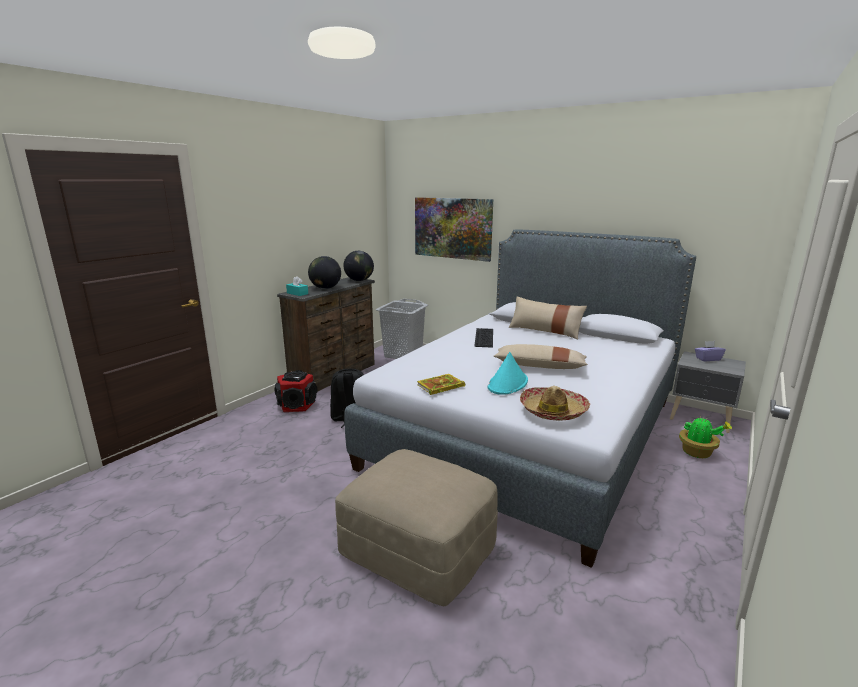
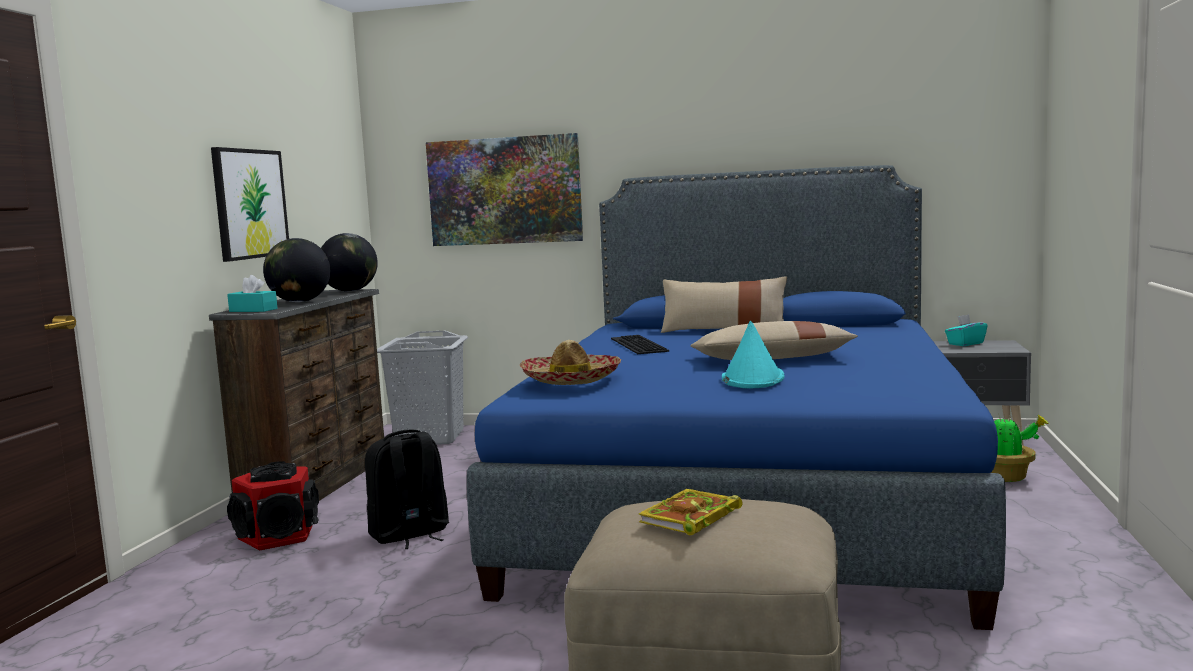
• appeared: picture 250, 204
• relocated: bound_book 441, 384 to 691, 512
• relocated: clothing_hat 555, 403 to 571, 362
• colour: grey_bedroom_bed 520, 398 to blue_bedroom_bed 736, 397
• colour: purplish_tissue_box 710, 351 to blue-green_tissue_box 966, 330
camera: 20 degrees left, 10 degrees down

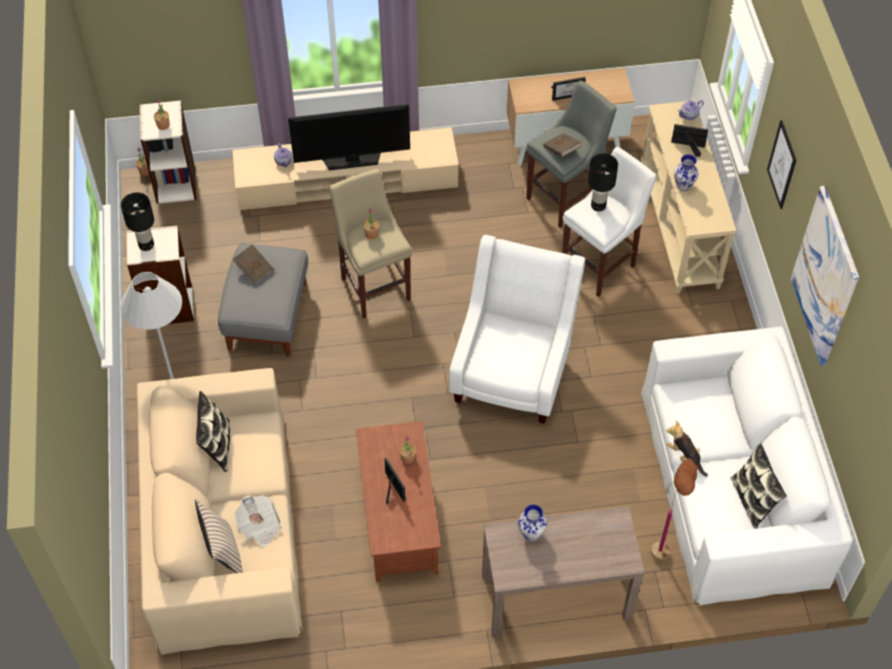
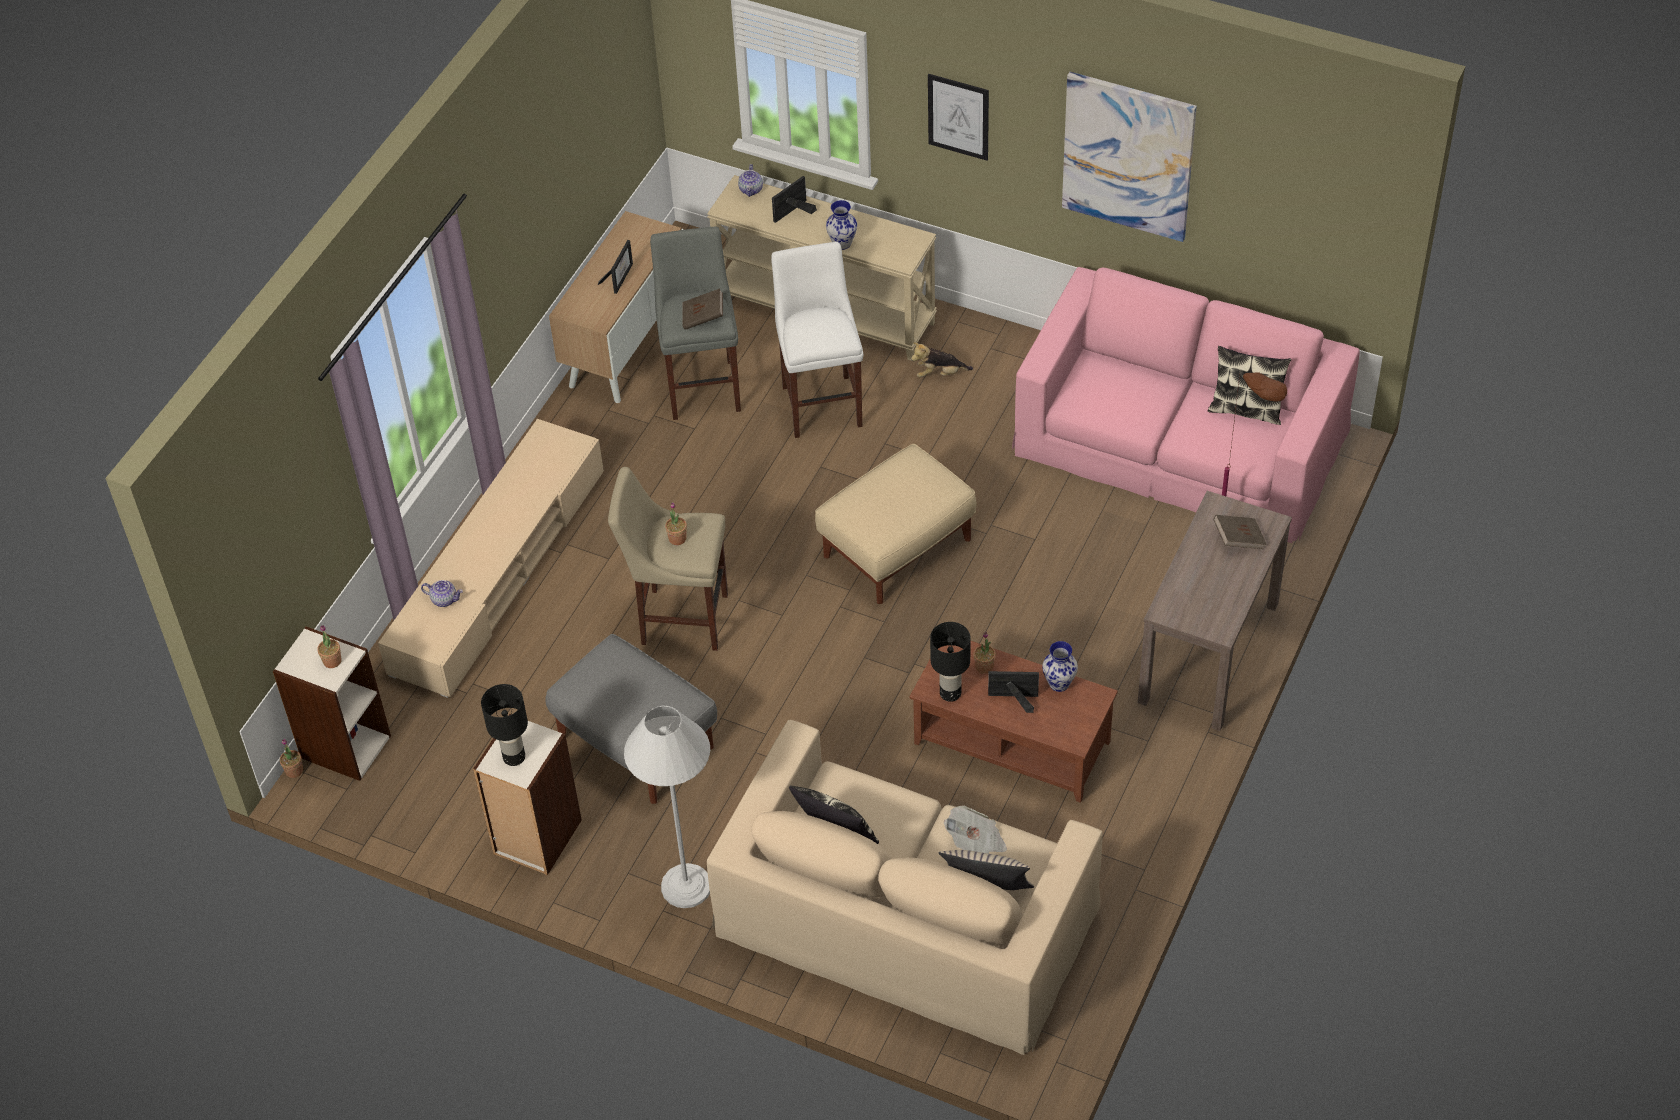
• missing: TV_set 349, 137
• relocated: brown_bound_book 253, 264 to 1240, 532
• relocated: vase 532, 522 to 1060, 666
• relocated: black_table_lamp 603, 182 to 950, 662
• relocated: plush_toy 687, 449 to 942, 359
• exchanged: white_lounge_chair 517, 329 to beige-coloured_footrest 895, 524
• colour: white_settee 747, 466 to pink_settee 1186, 405
camera: 55 degrees left, 5 degrees down

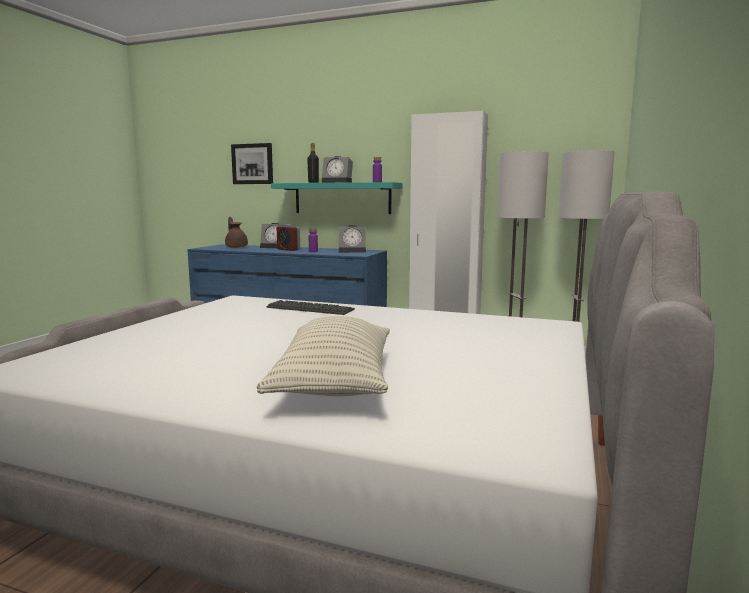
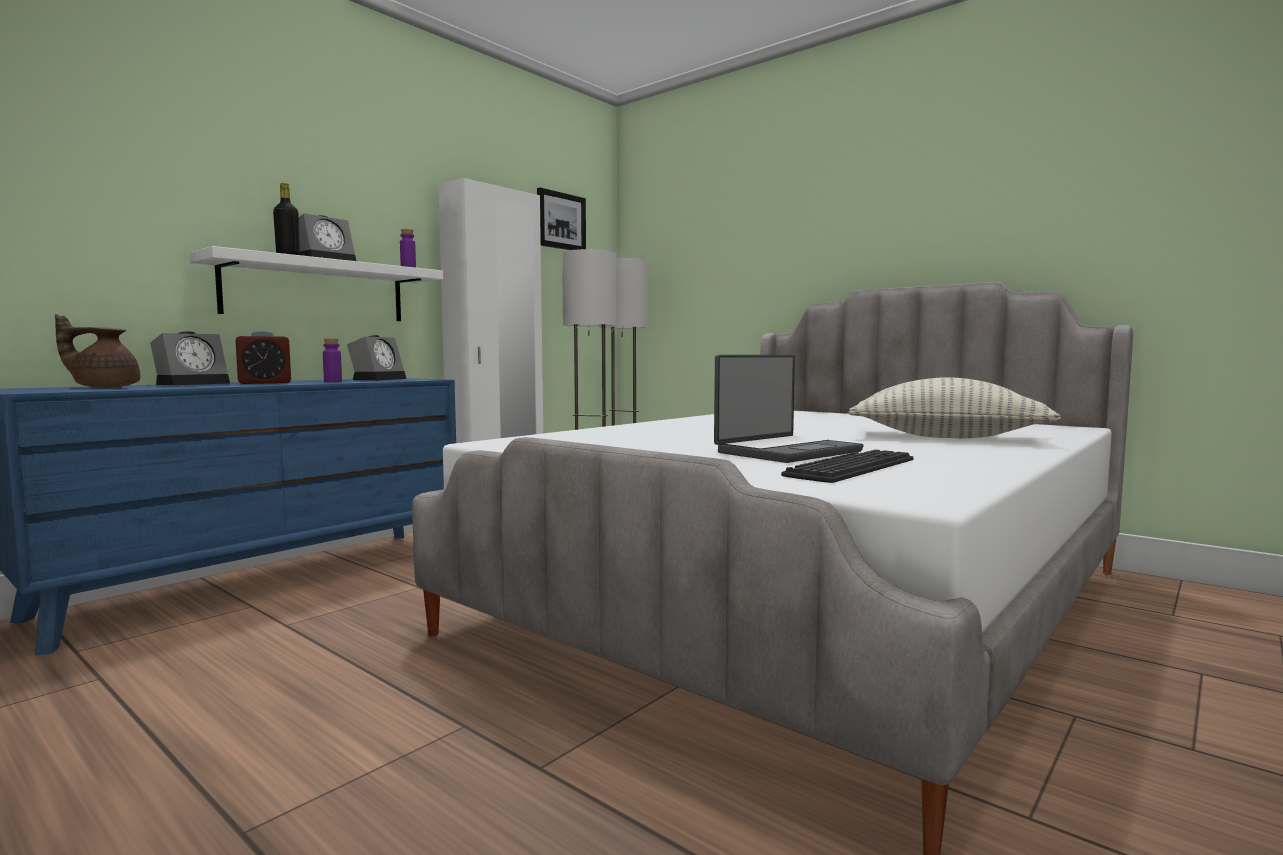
• appeared: portable_computer 789, 409
• relocated: picture 252, 163 to 561, 218
• relocated: computer_keyboard 311, 307 to 847, 466
• colour: blue-green_shelf 337, 198 to white_shelf 316, 283
camera: 70 degrees left, 5 degrees down

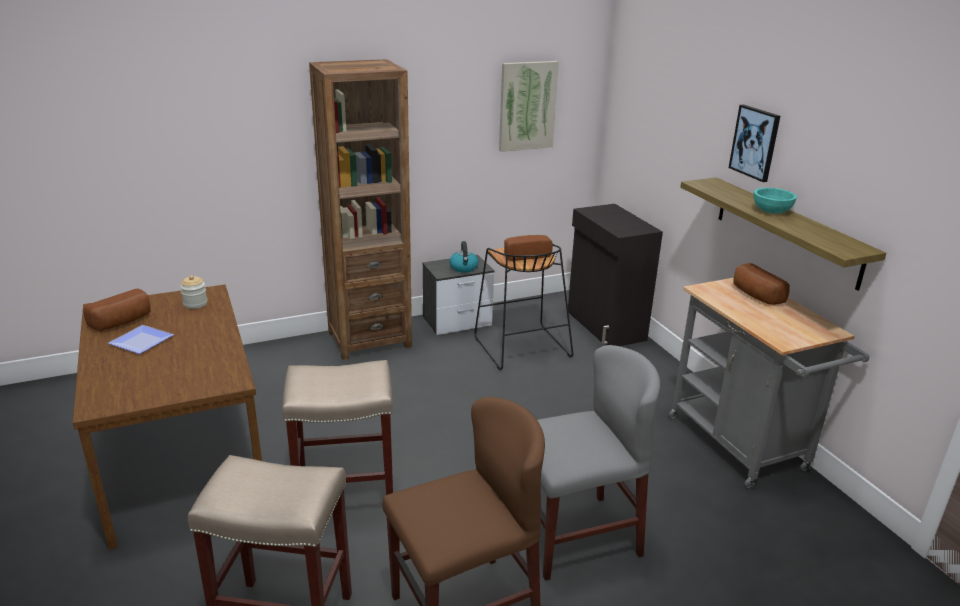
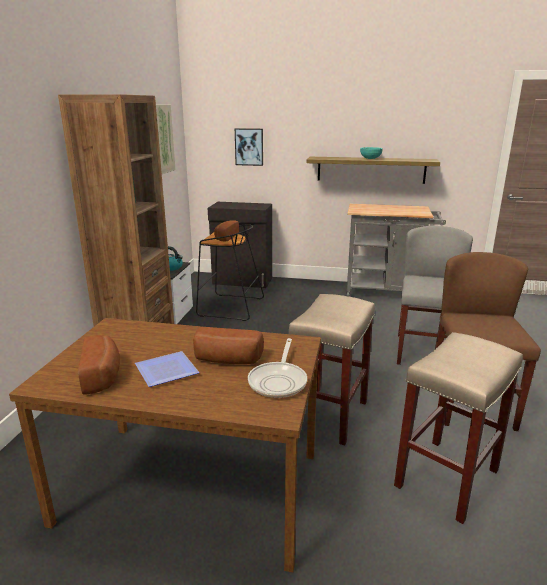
• missing: preserve_jar 193, 292
• appeared: pan 277, 368
• relocated: picture 754, 143 to 249, 147
• relocated: bread 761, 284 to 228, 345
camera: 55 degrees left, 5 degrees down

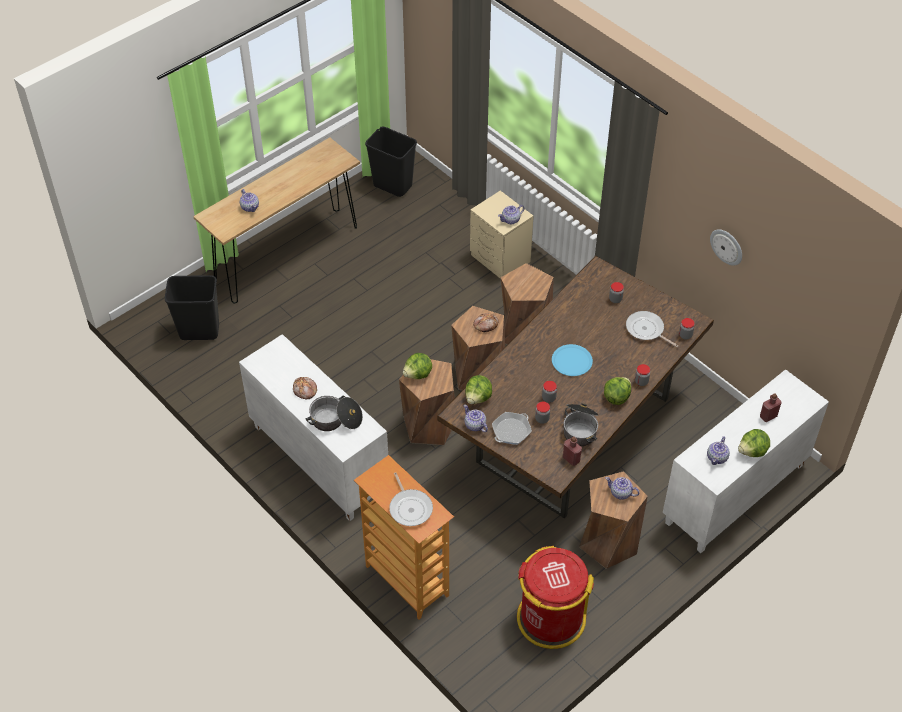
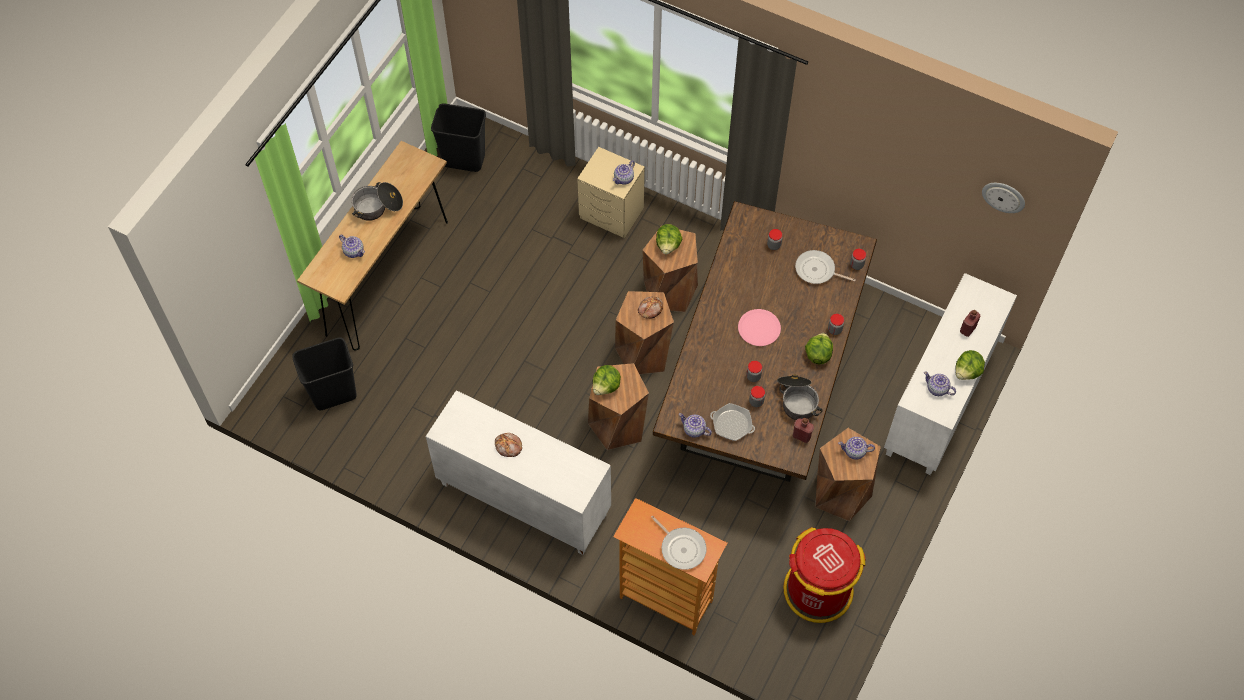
• relocated: stockpot 334, 413 to 377, 201
• relocated: head_of_lettuce 478, 389 to 669, 239
• relocated: wall_clock 726, 247 to 1003, 198
• colour: blue_flat_dish 572, 360 to pink_flat_dish 759, 327
• spun: pan 512, 428 = 732, 422 90 degrees counterclockwise
• spun: tea_pot 718, 450 = 940, 383 120 degrees clockwise
camera: 20 degrees left, 10 degrees up

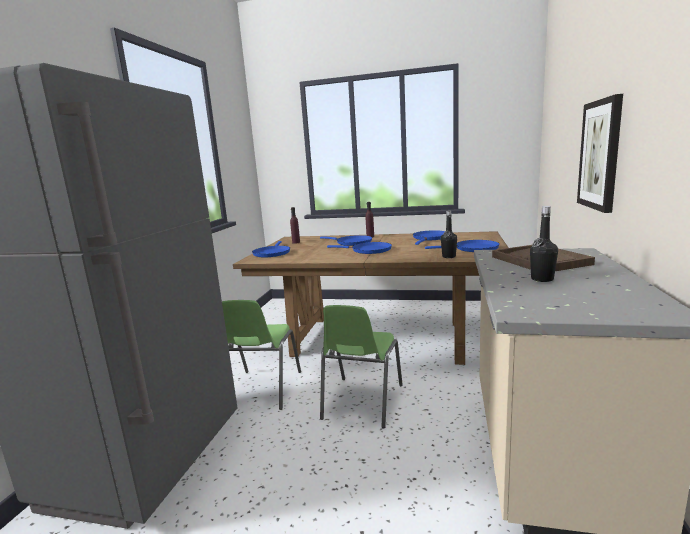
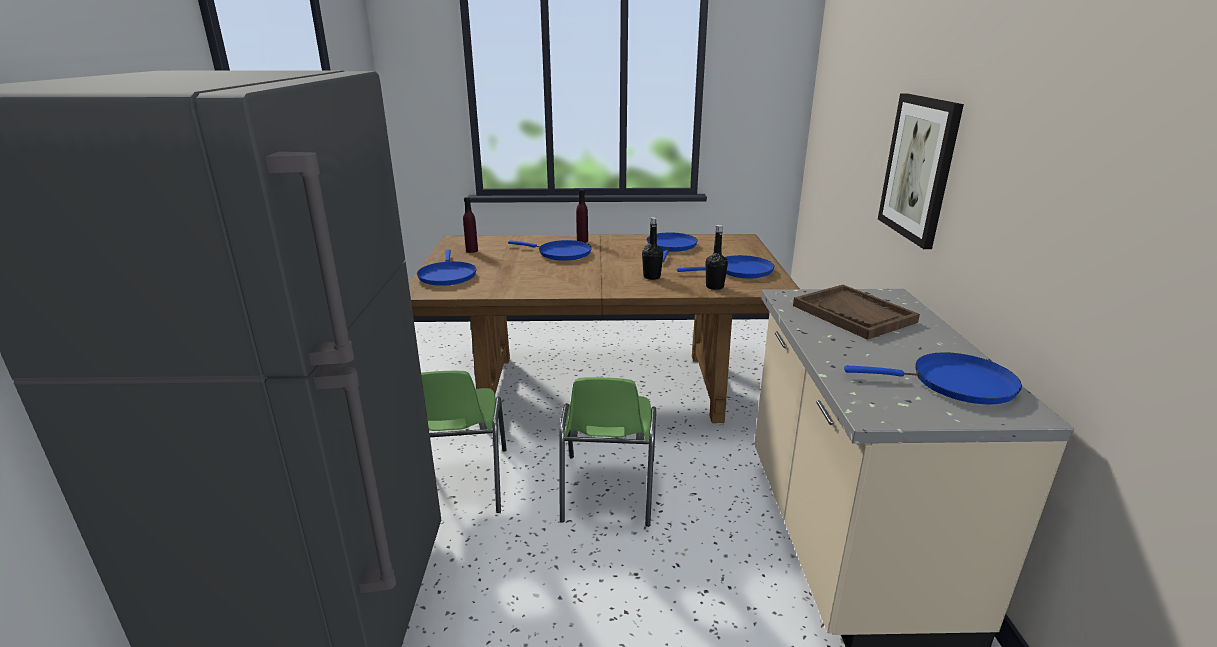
• relocated: blue_pan 359, 248 to 933, 378
• relocated: black_beverage_bottle 544, 244 to 652, 248
camera: 15 degrees left, 10 degrees up

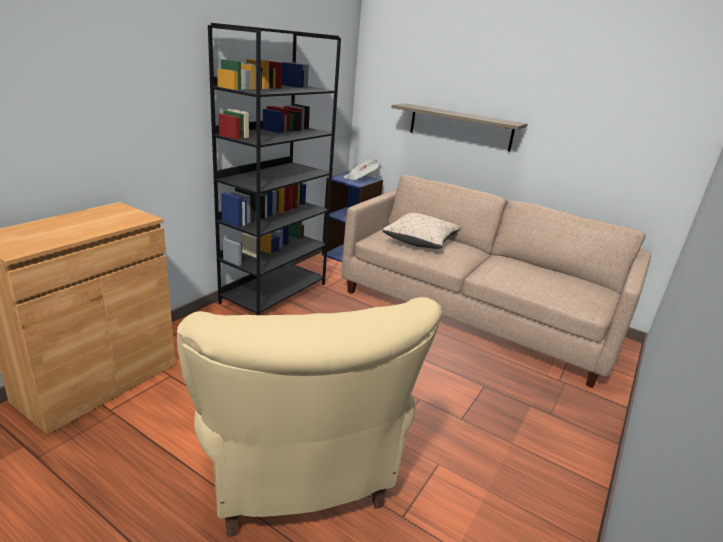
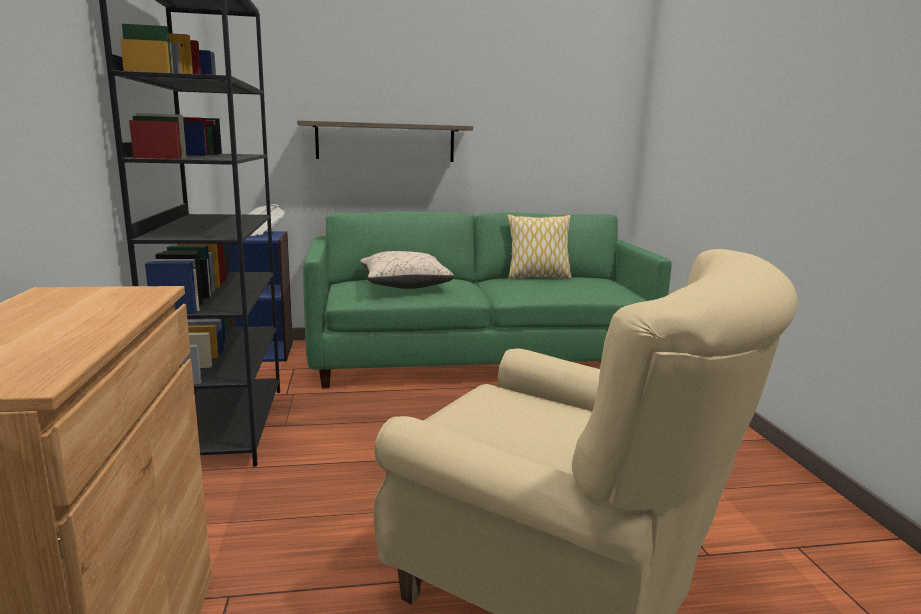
• appeared: throw_pillow 539, 247
• colour: beige-coloured_settee 496, 281 to greenish_settee 487, 300
camera: 40 degrees left, 10 degrees down

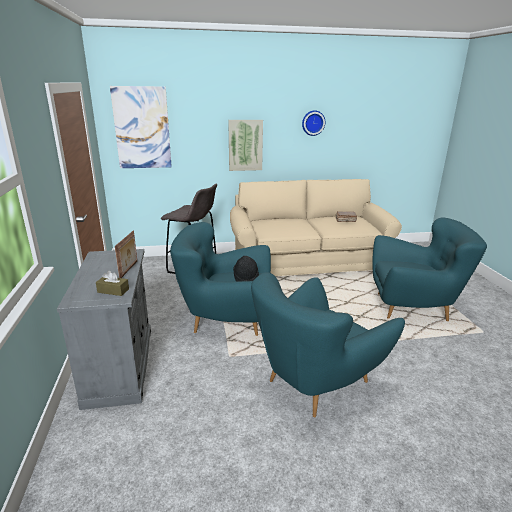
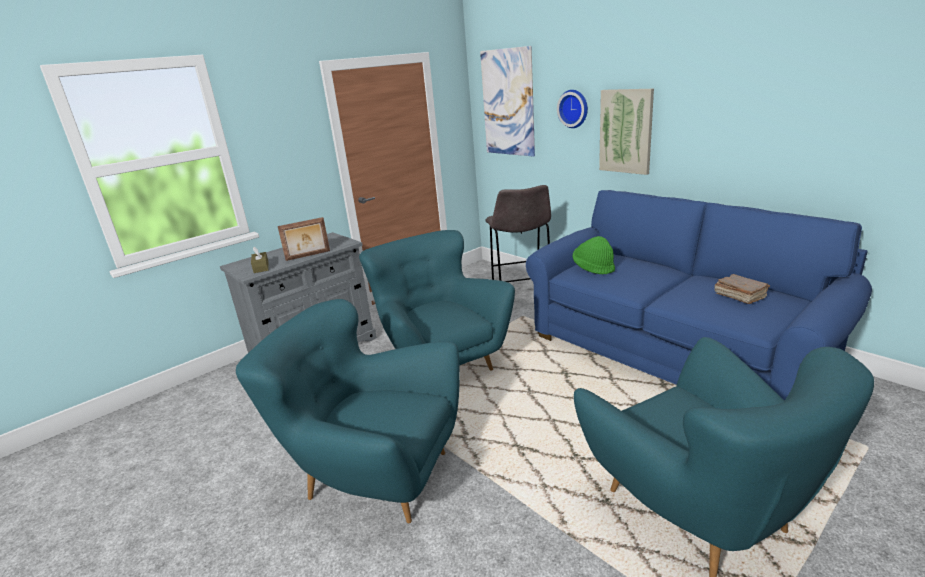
• missing: black_clothing_hat 246, 269
• appeared: greenish_clothing_hat 594, 255
• relocated: wall_clock 313, 123 to 572, 109
• colour: beige-coloured_settee 316, 227 to blue_settee 699, 295
camera: 60 degrees right, 0 degrees up

